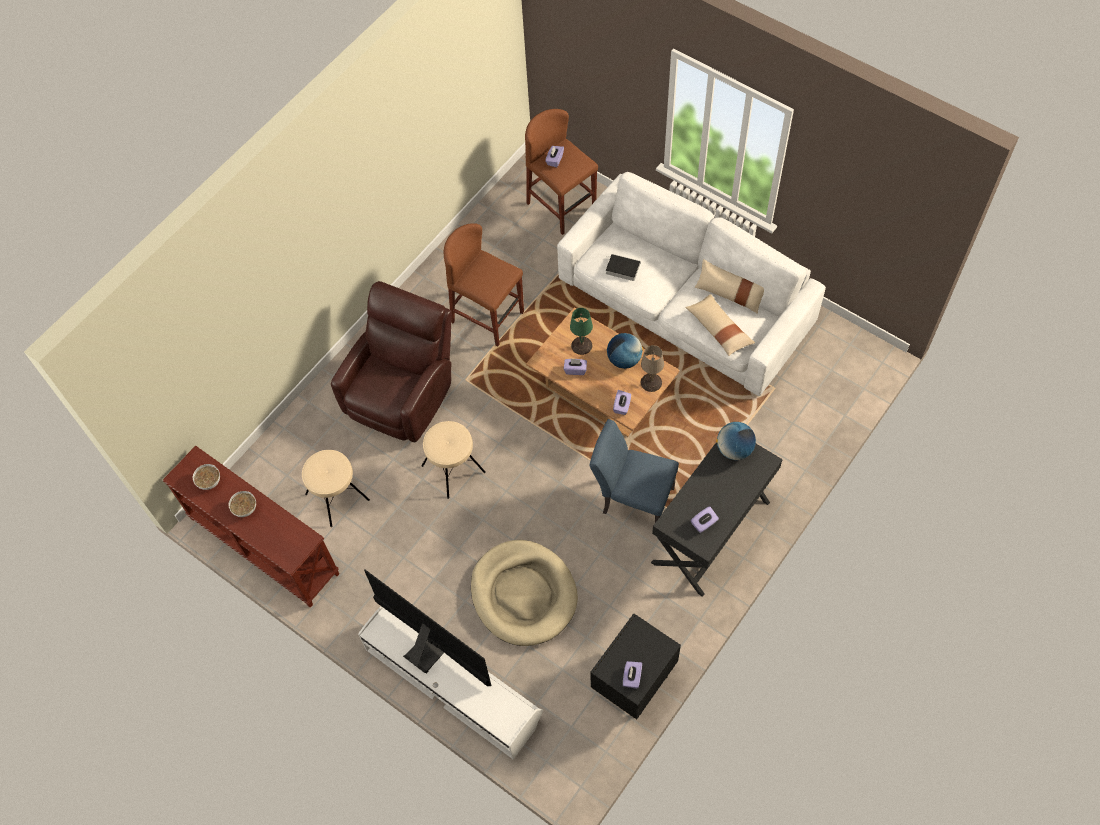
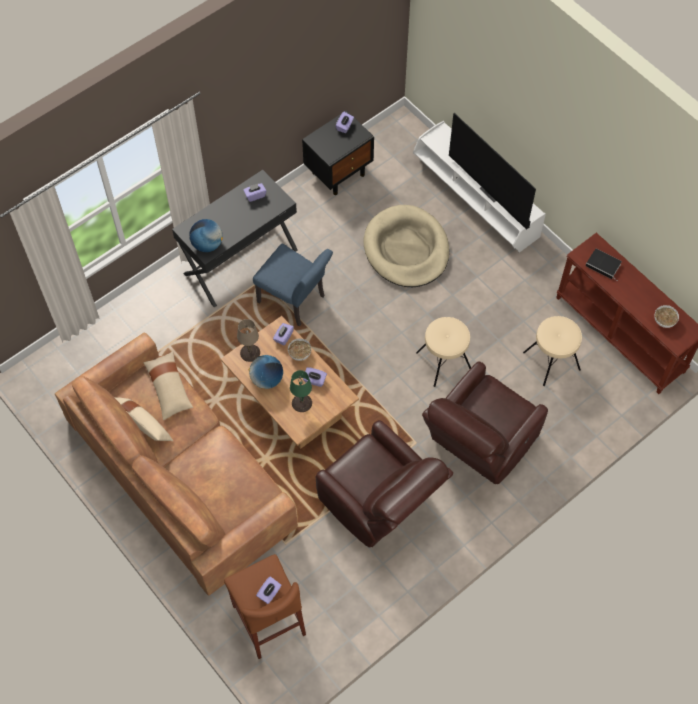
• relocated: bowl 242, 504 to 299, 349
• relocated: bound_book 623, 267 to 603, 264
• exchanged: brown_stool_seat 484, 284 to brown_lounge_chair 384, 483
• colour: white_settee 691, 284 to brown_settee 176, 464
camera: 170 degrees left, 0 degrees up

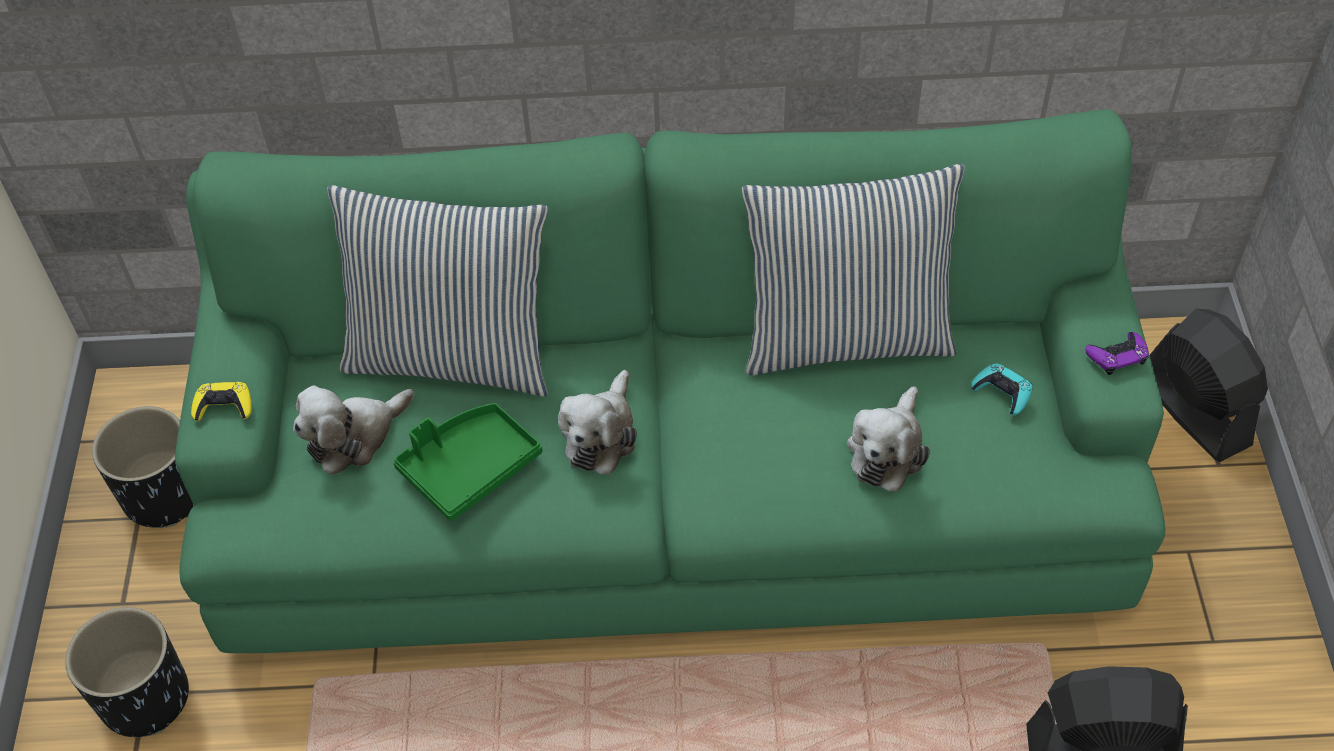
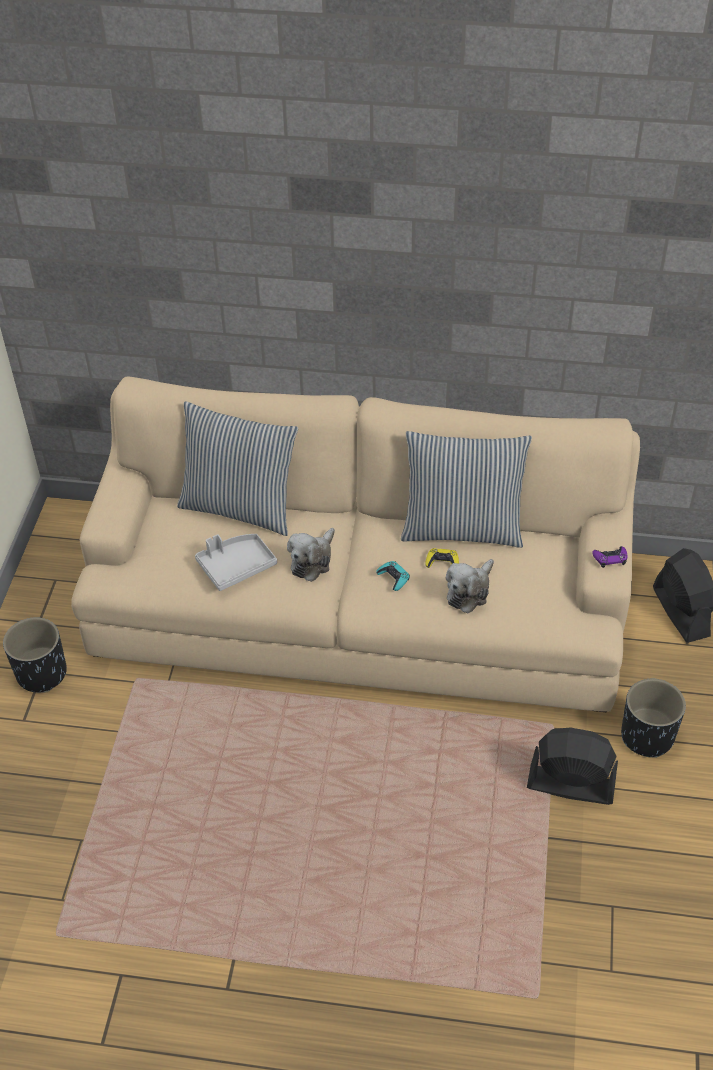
• missing: plush_toy 353, 430
• relocated: black_flower_pot 143, 467 to 653, 718
• relocated: yellow_gamepad 221, 401 to 442, 558
• relocated: blue-green_gamepad 1002, 389 to 393, 576
• colour: greenish_settee 670, 381 to beige-coloured_settee 355, 544
• colour: greenish_serving_tray 467, 462 to grey_serving_tray 236, 562
camera: 10 degrees right, 5 degrees down

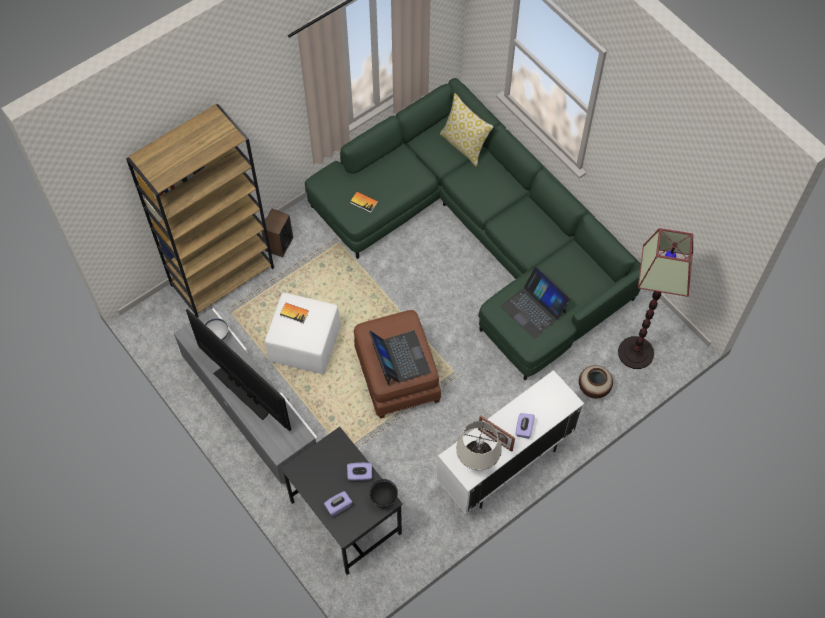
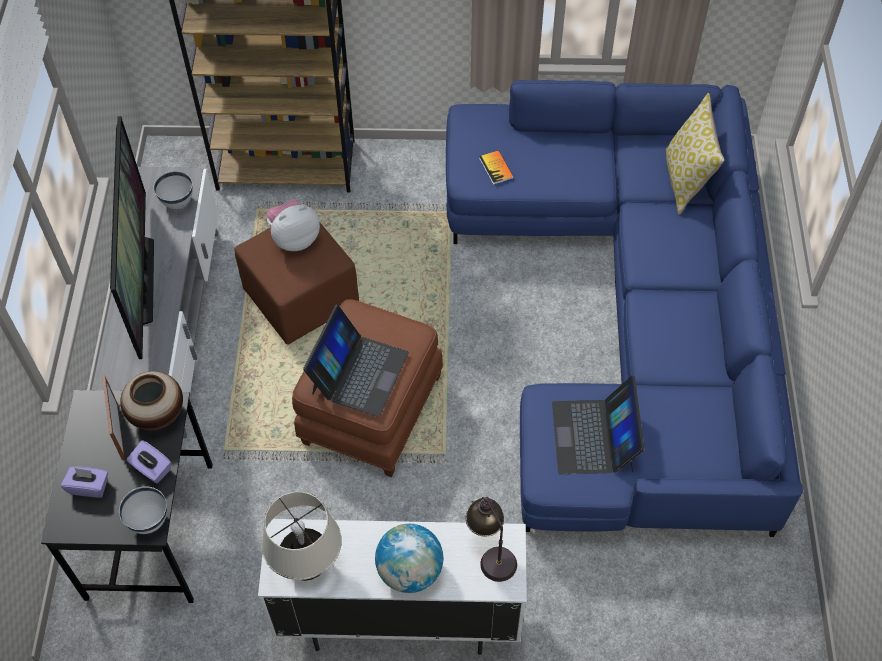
• missing: loudspeaker 277, 233
• missing: standard_lamp 655, 298
• appeared: table_lamp 491, 539
• relocated: picture_frame 496, 433 to 113, 418
• relocated: vase 596, 382 to 151, 400
• exchanged: bound_book 294, 313 to plush_toy 293, 225
• exchanged: purplish_tissue_box 525, 426 to world_globe 409, 558
• colour: white_footrest 302, 333 to brown_footrest 297, 284
• colour: greenish_settee 473, 229 to blue_settee 624, 308
• colour: black_bowl 384, 493 to white_bowl 143, 510
camera: 40 degrees right, 5 degrees down

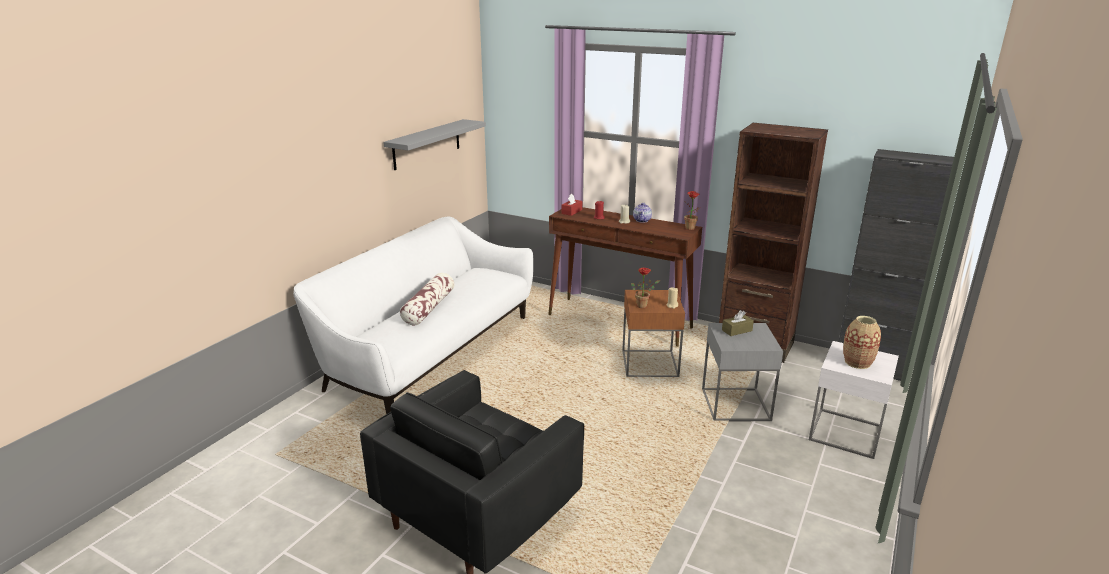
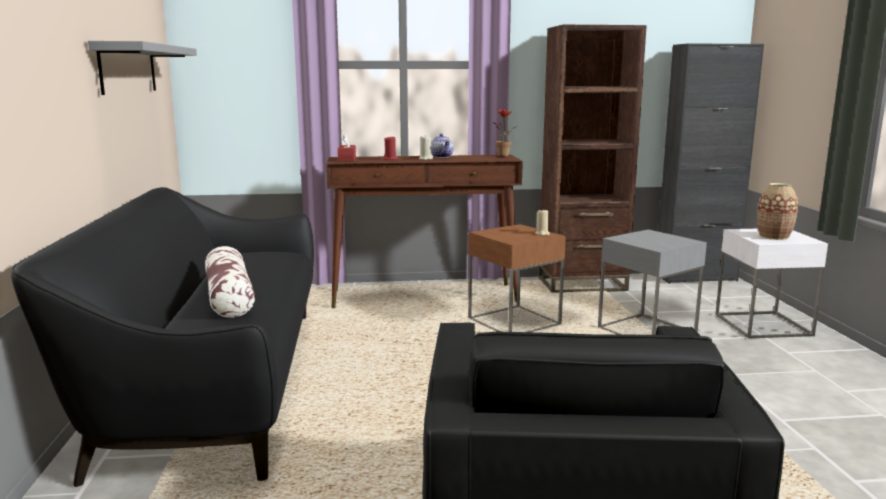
• missing: potted_plant 645, 288
• missing: brown_tissue_box 738, 323
• colour: white_settee 413, 315 to black_settee 162, 337
camera: 35 degrees left, 10 degrees down

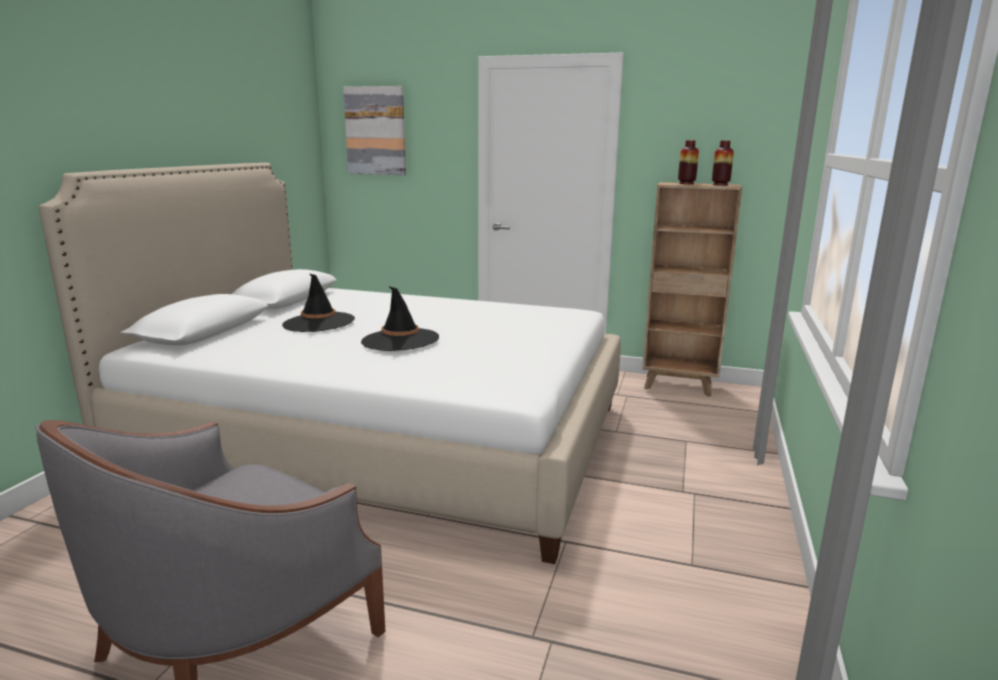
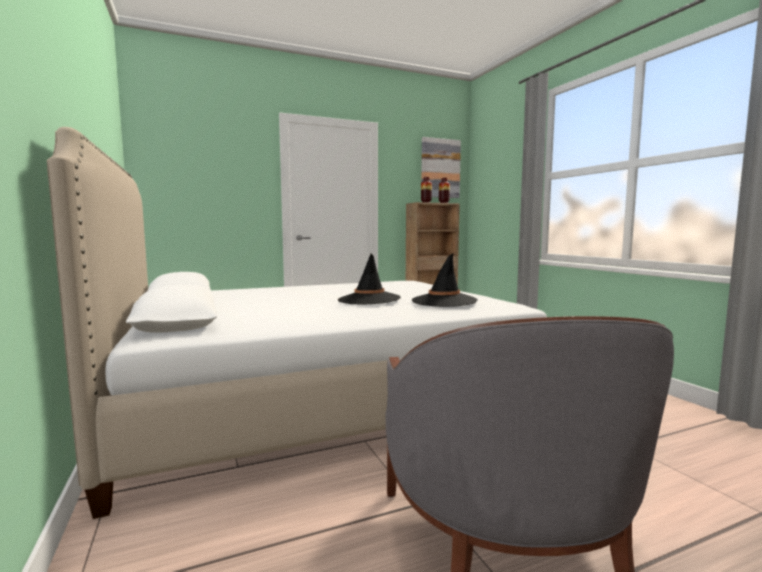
• relocated: black_clothing_hat 318, 303 to 444, 280
• relocated: picture 374, 130 to 441, 167
camera: 40 degrees left, 10 degrees down

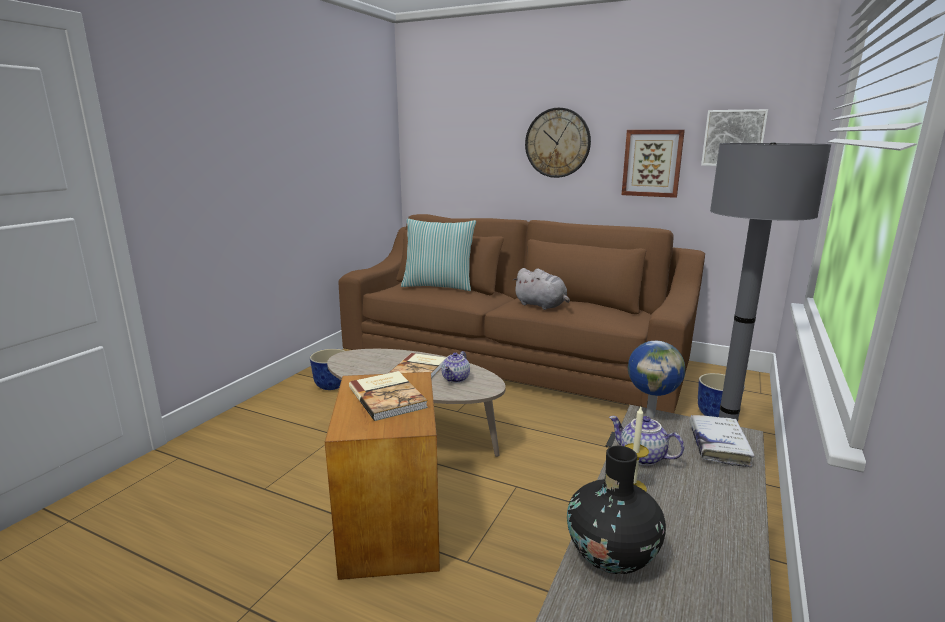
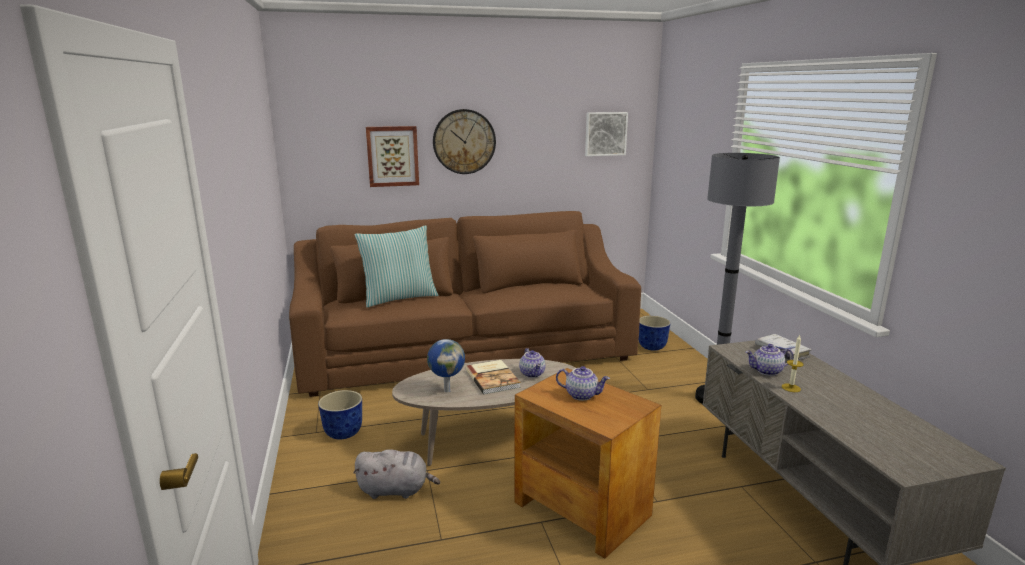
• missing: black_vase 616, 510
• relocated: grey_plush_toy 541, 289 to 396, 474
• relocated: picture 653, 164 to 392, 156
• relocated: world_globe 656, 379 to 446, 365
• exchanged: bound_book 388, 396 to tea_pot 583, 383
camera: 40 degrees left, 0 degrees up

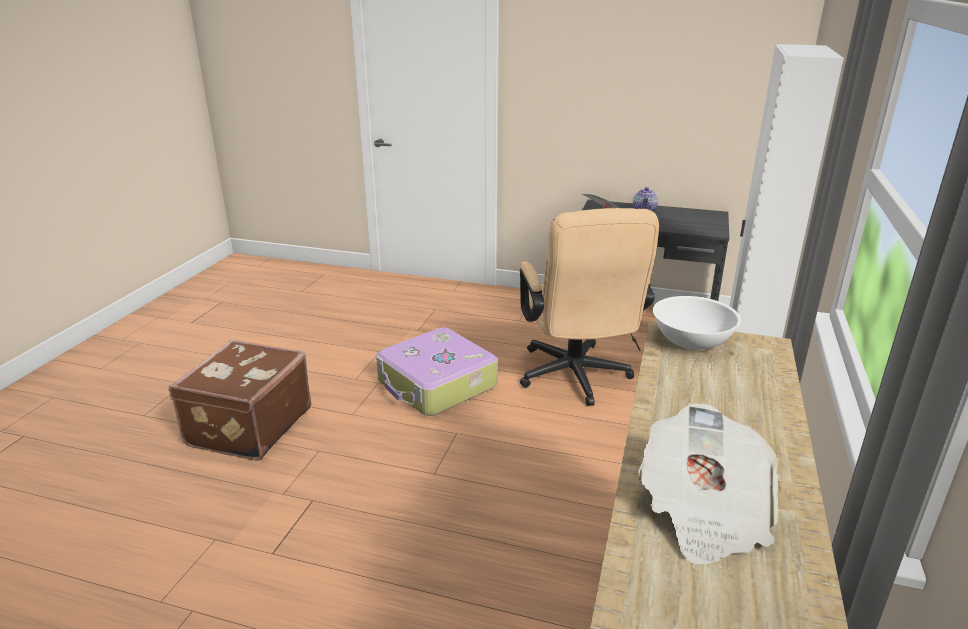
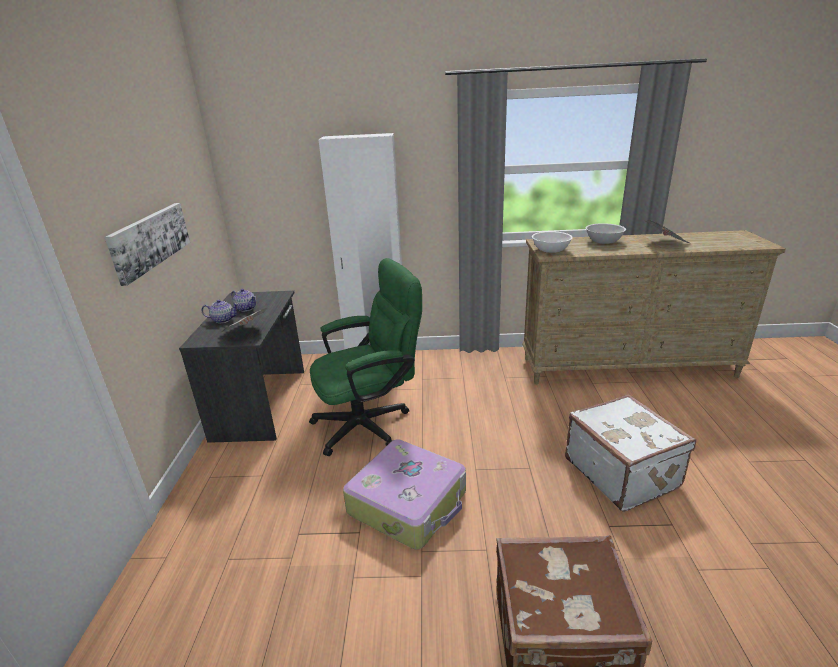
• appeared: picture 147, 244
• appeared: tea_pot 243, 300
• appeared: white_piece_of_luggage 630, 453
• appeared: white_bowl 606, 233
• colour: beige-coloured_office_chair 589, 307 to greenish_office_chair 365, 357
camera: 105 degrees left, 0 degrees up

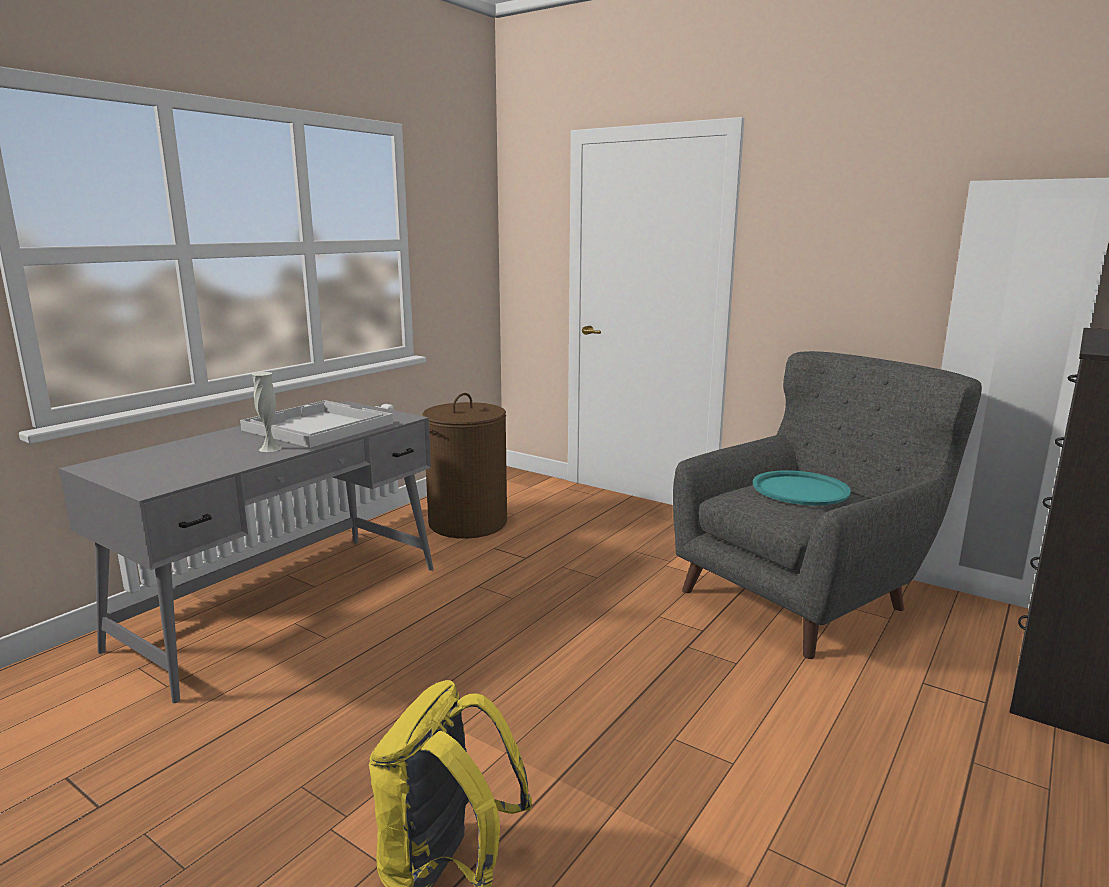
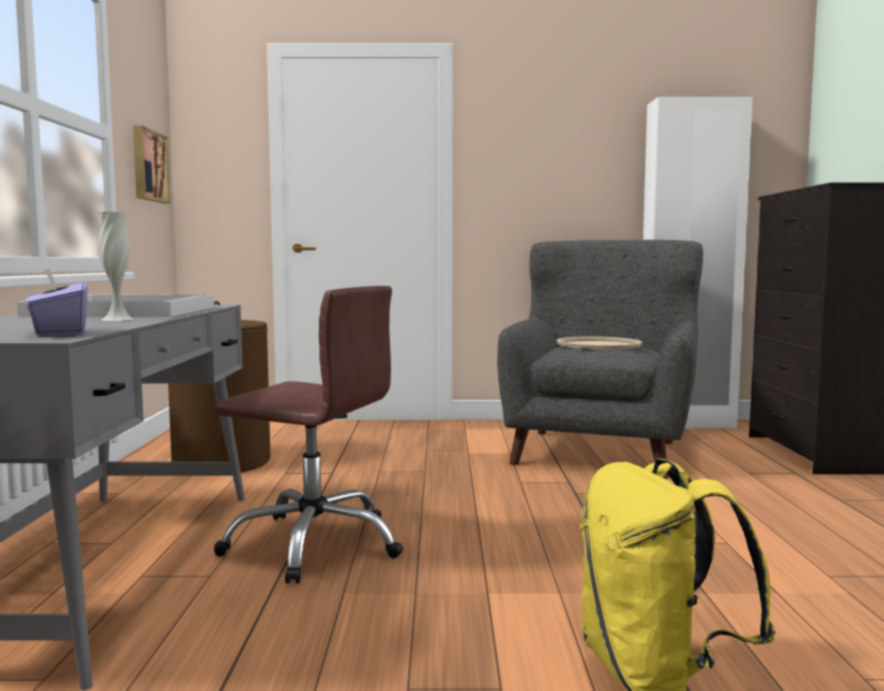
• appeared: purplish_tissue_box 56, 302
• appeared: picture 152, 164
• appeared: brown_office_chair 308, 435
• colour: blue-green_serving_tray 802, 487 to beige-coloured_serving_tray 599, 343
camera: 35 degrees left, 10 degrees down

